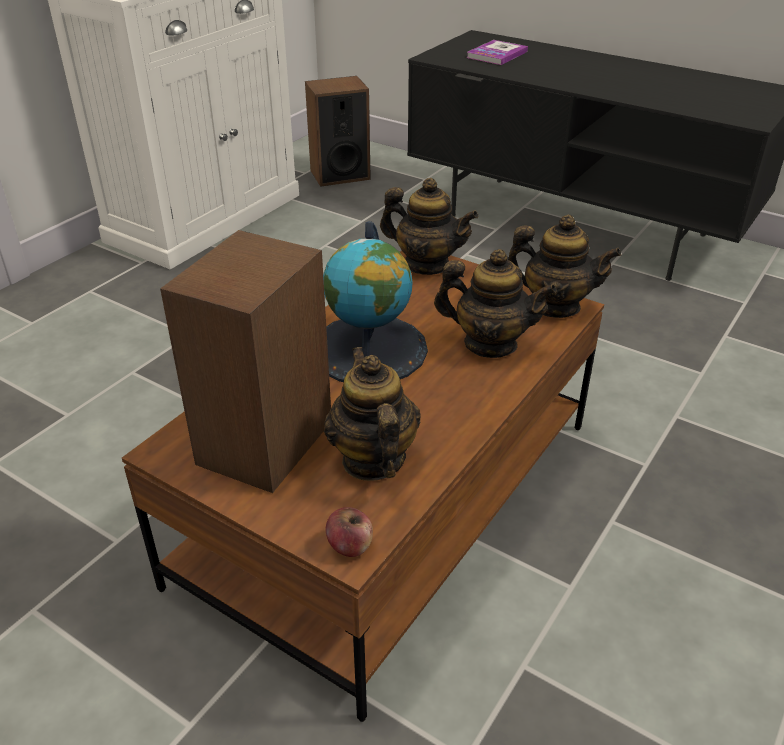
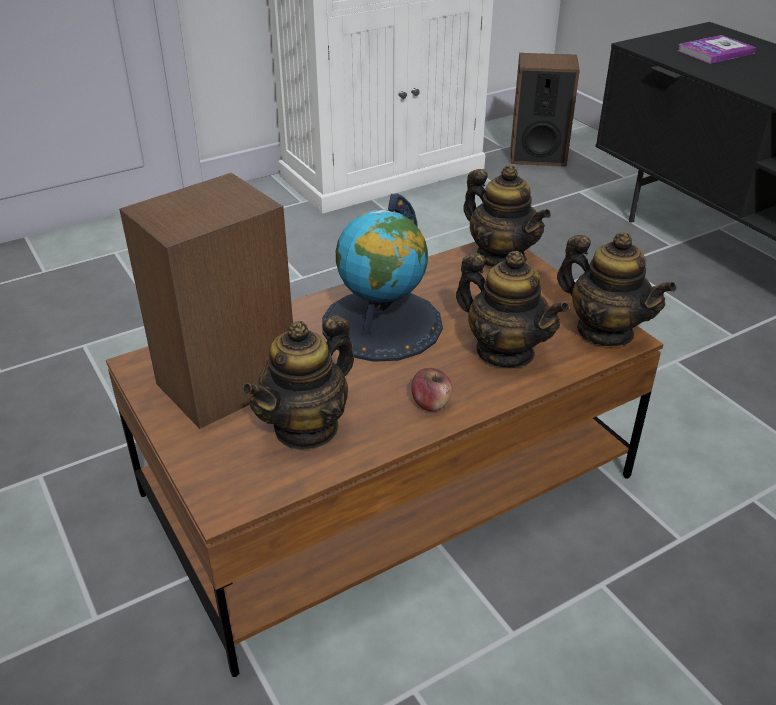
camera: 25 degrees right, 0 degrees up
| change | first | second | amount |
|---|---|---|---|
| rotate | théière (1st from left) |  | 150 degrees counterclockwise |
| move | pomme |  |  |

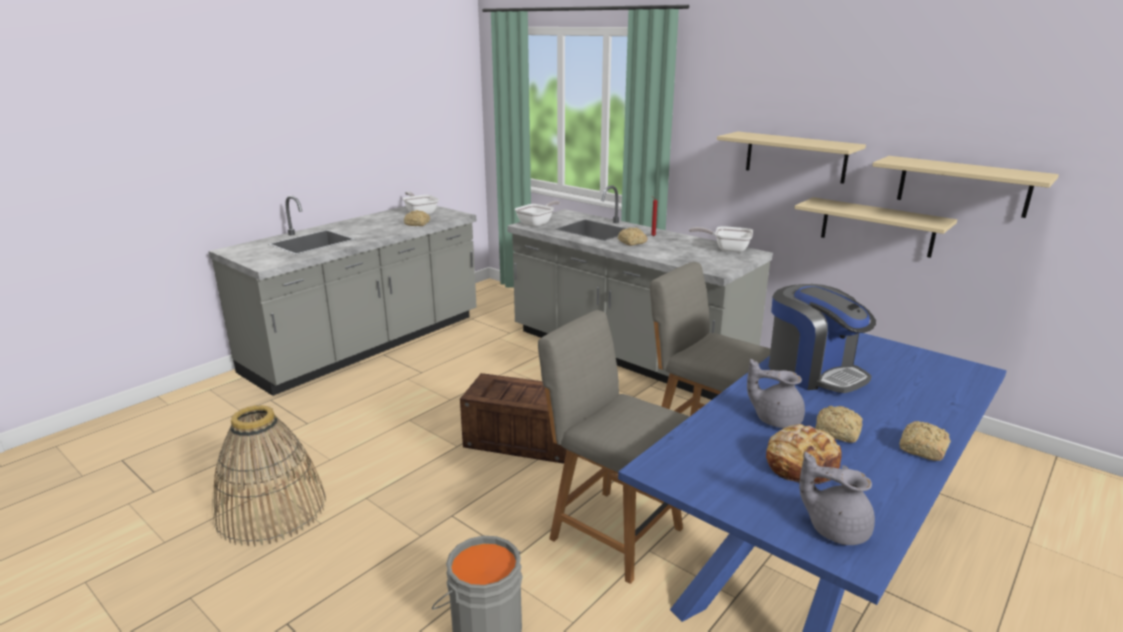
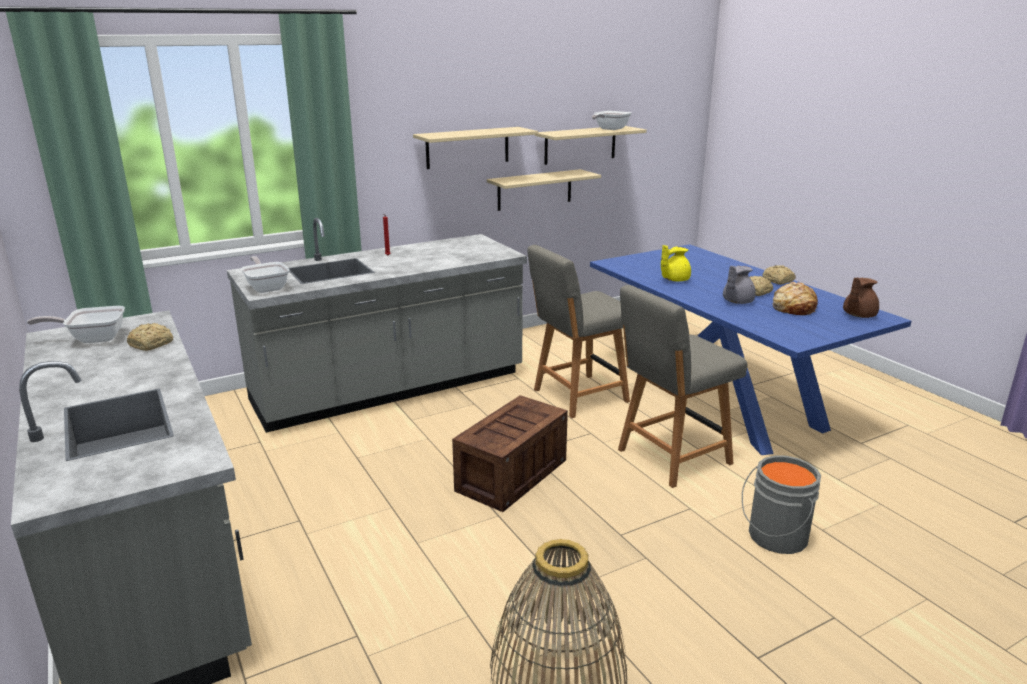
camera: 70 degrees left, 0 degrees up
| change | first | second | amount |
|---|---|---|---|
| move | poêle (3rd from left) |  |  |
| replace | machine à café | théière [jaune] |  |
| recolor | théière [gris] (2nd from left) | théière [marron] |  |
| delete | pain (2nd from left) |  |  |

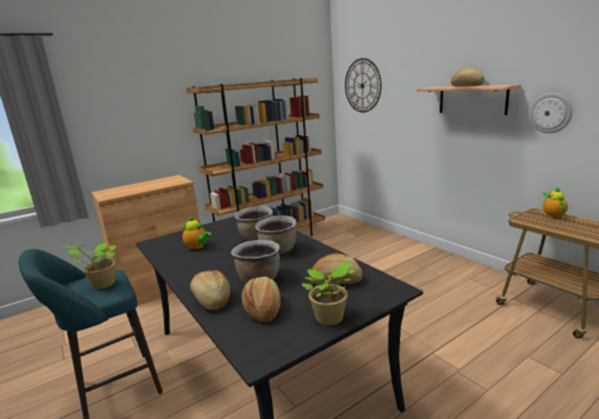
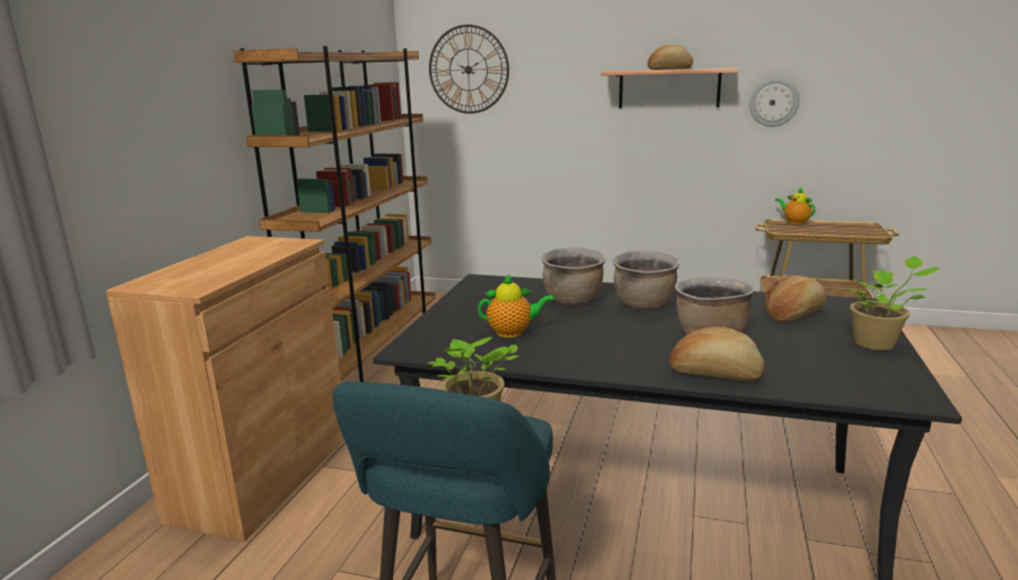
camera: 40 degrees left, 0 degrees up
| change | first | second | amount |
|---|---|---|---|
| delete | pain (2nd from left) |  |  |

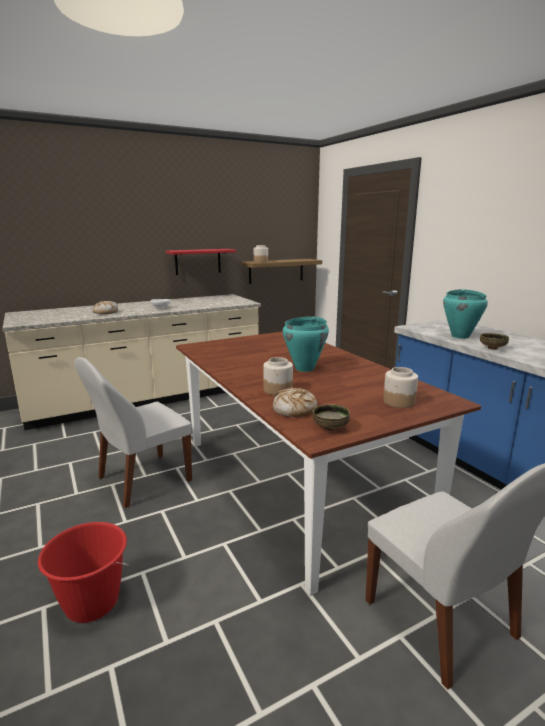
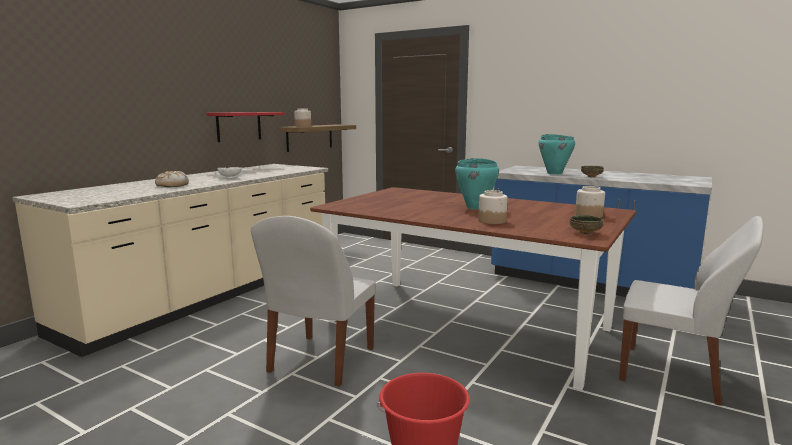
camera: 30 degrees left, 5 degrees down
| change | first | second | amount |
|---|---|---|---|
| delete | pain (2nd from left) |  |  |

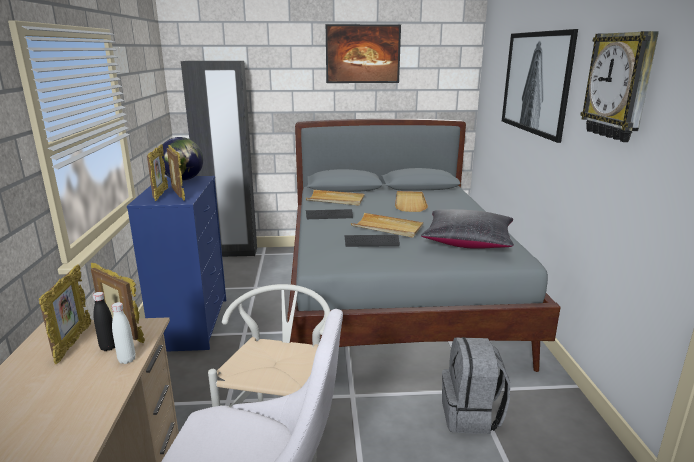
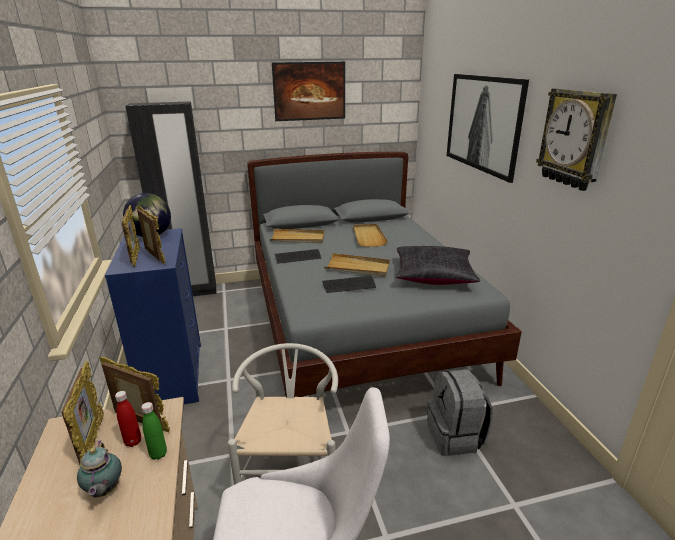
camera: 10 degrees left, 5 degrees up
| change | first | second | amount |
|---|---|---|---|
| insert |  | théière |  |
| recolor | bouteille [noir] | bouteille [rouge] |  |
| recolor | bouteille [blanc] | bouteille [vert] |  |

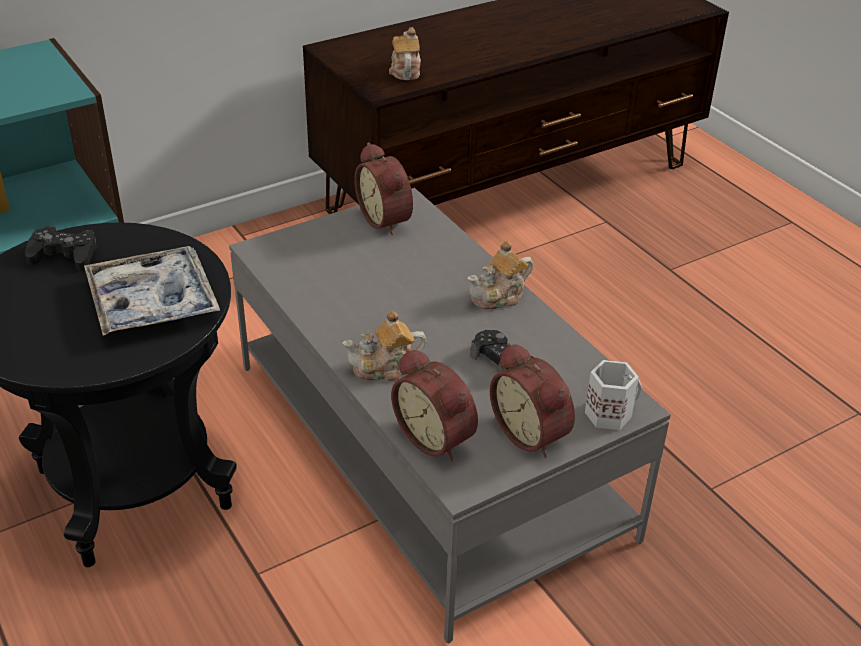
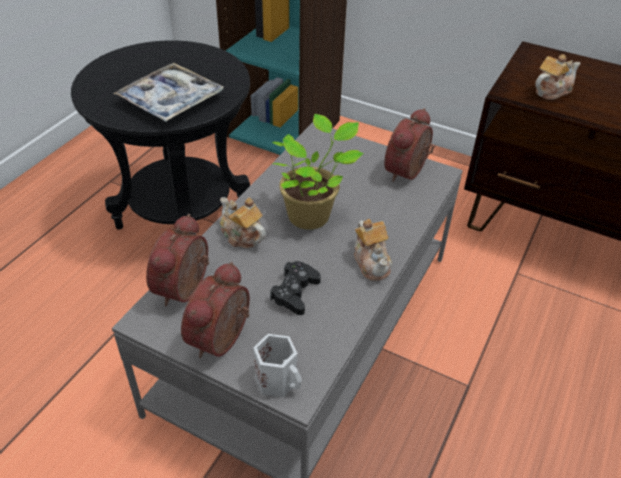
camera: 60 degrees right, 5 degrees up
| change | first | second | amount |
|---|---|---|---|
| insert |  | plante en pot |  |
| rotate | théière (3rd from left in the first image) | théière (2nd from left) | 135 degrees counterclockwise |
| delete | manette [noir] (1st from left) |  |  |

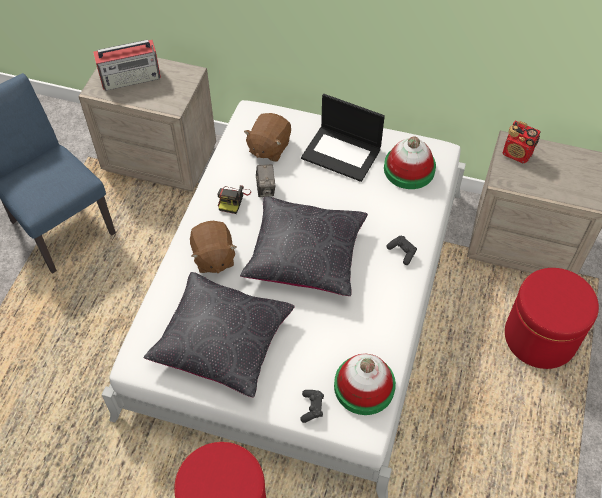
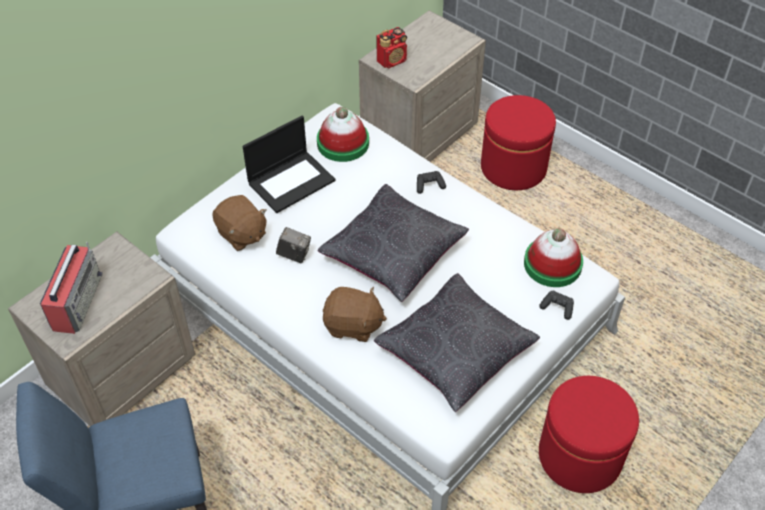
camera: 65 degrees left, 5 degrees down
| change | first | second | amount |
|---|---|---|---|
| delete | appareil photo (1st from left) |  |  |

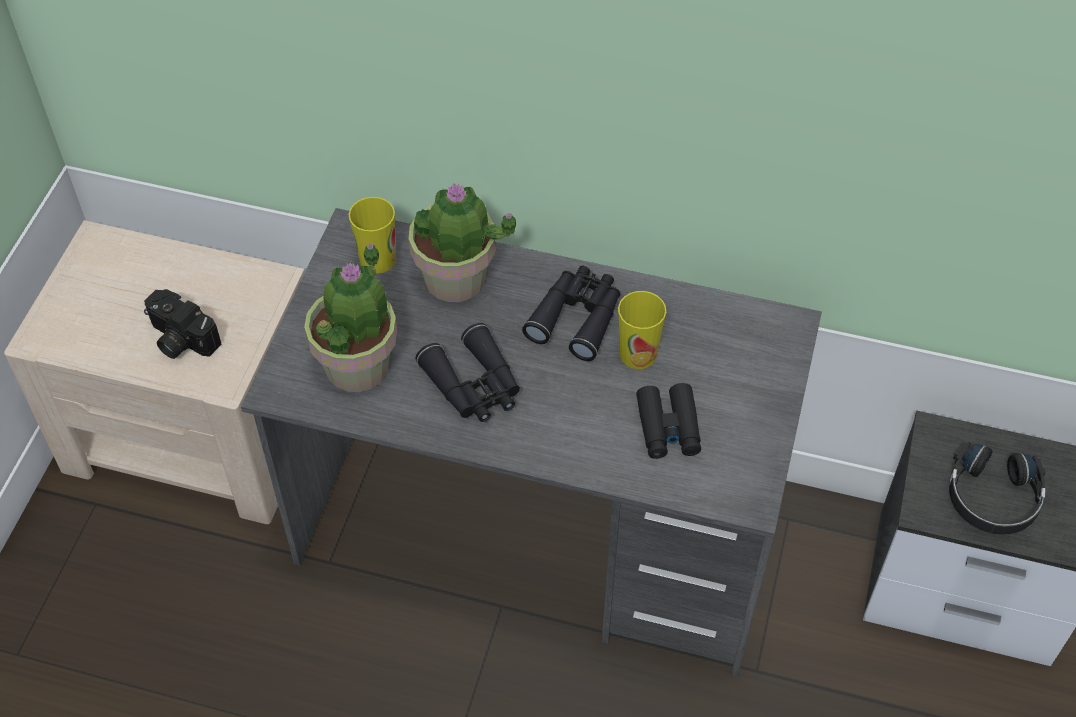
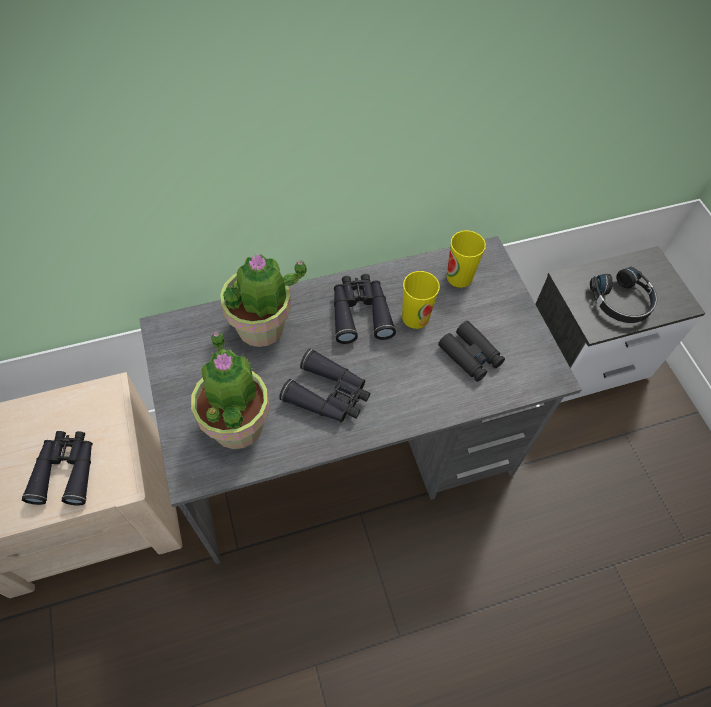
camera: 35 degrees left, 5 degrees up
| change | first | second | amount |
|---|---|---|---|
| replace | appareil photo | jumelles [noir] (1st from left) |  |
| move | tasse (1st from left in the first image) | tasse (2nd from left) |  |

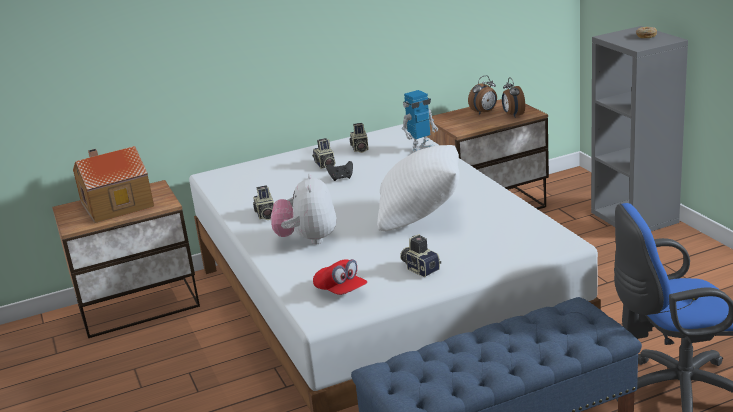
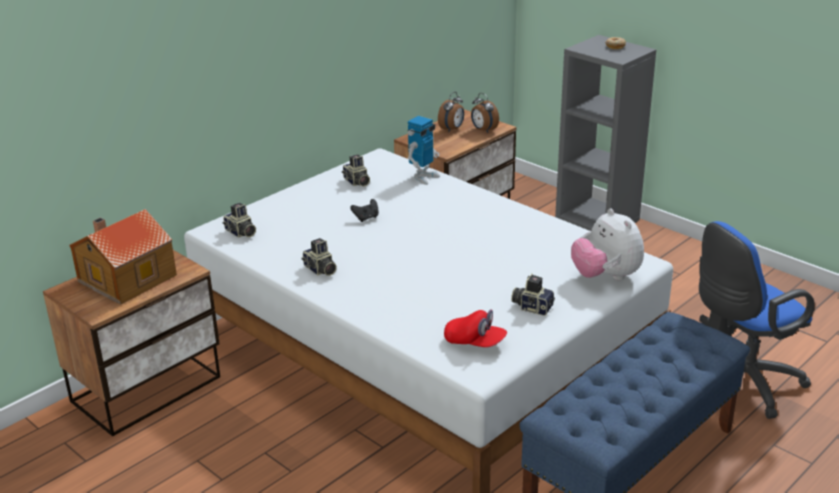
camera: 25 degrees left, 5 degrees up
| change | first | second | amount |
|---|---|---|---|
| move | appareil photo (2nd from left in the first image) | appareil photo (1st from left) |  |
| move | peluche |  |  |
| delete | coussin [blanc] |  |  |

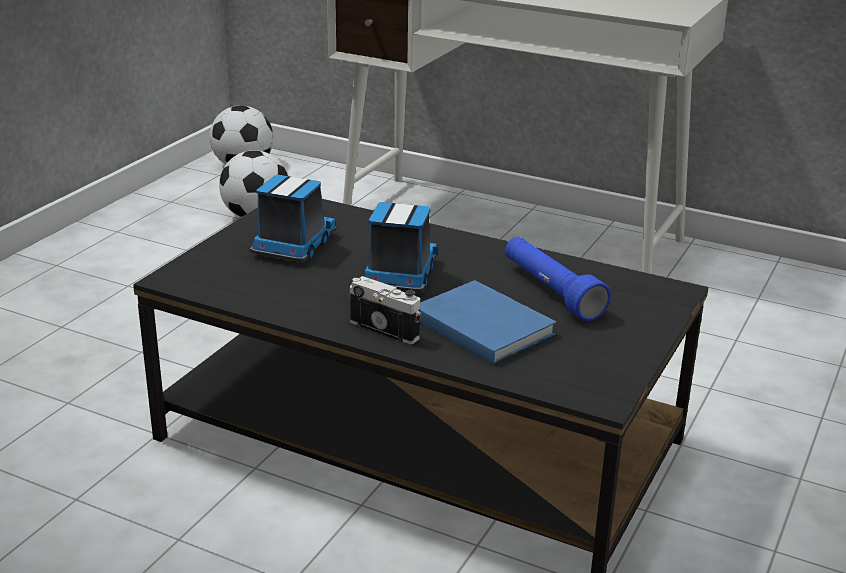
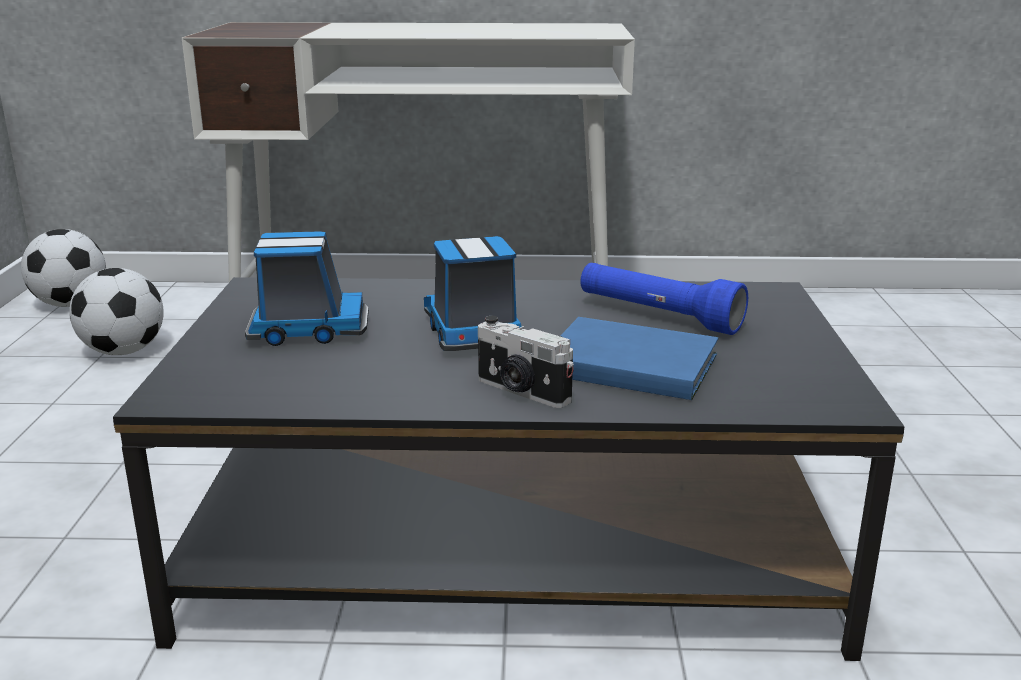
camera: 25 degrees left, 5 degrees down
| change | first | second | amount |
|---|---|---|---|
| rotate | camion jouet (1st from left) |  | 90 degrees clockwise |
| rotate | appareil photo |  | 150 degrees counterclockwise |

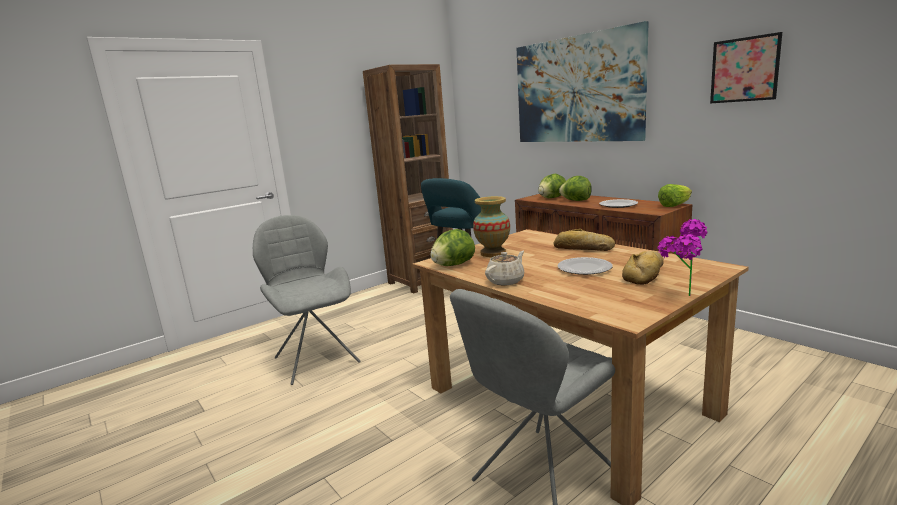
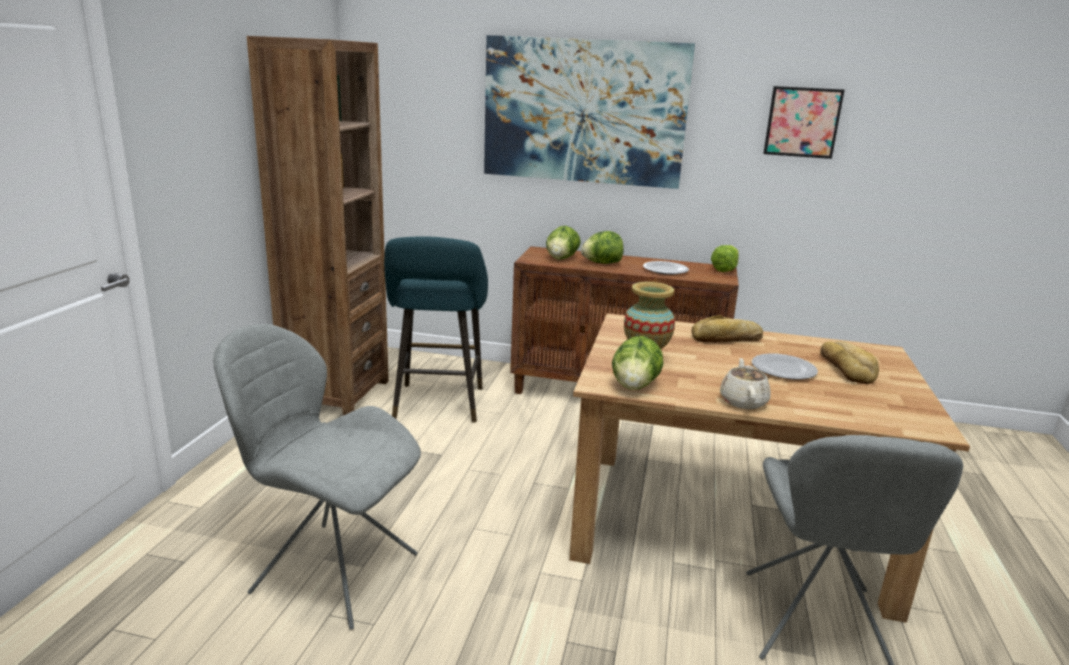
camera: 40 degrees left, 5 degrees up
| change | first | second | amount |
|---|---|---|---|
| delete | plante en pot |  |  |

